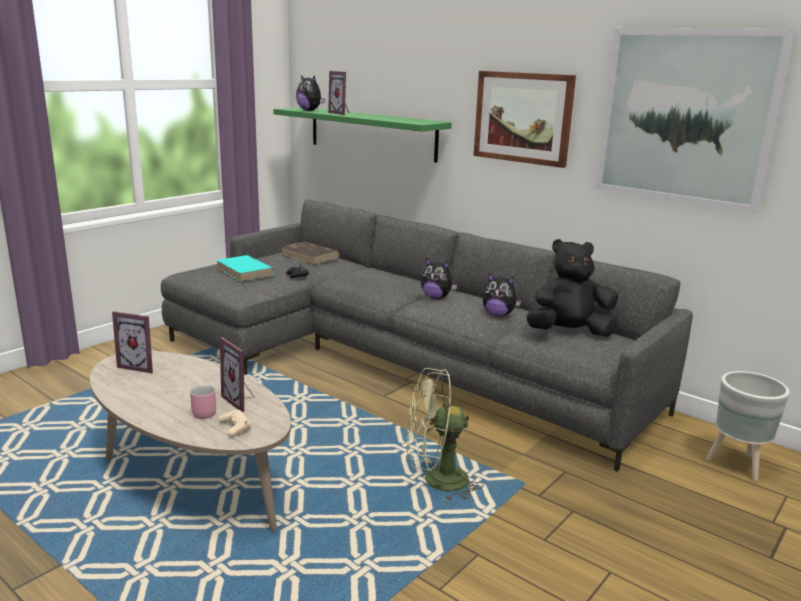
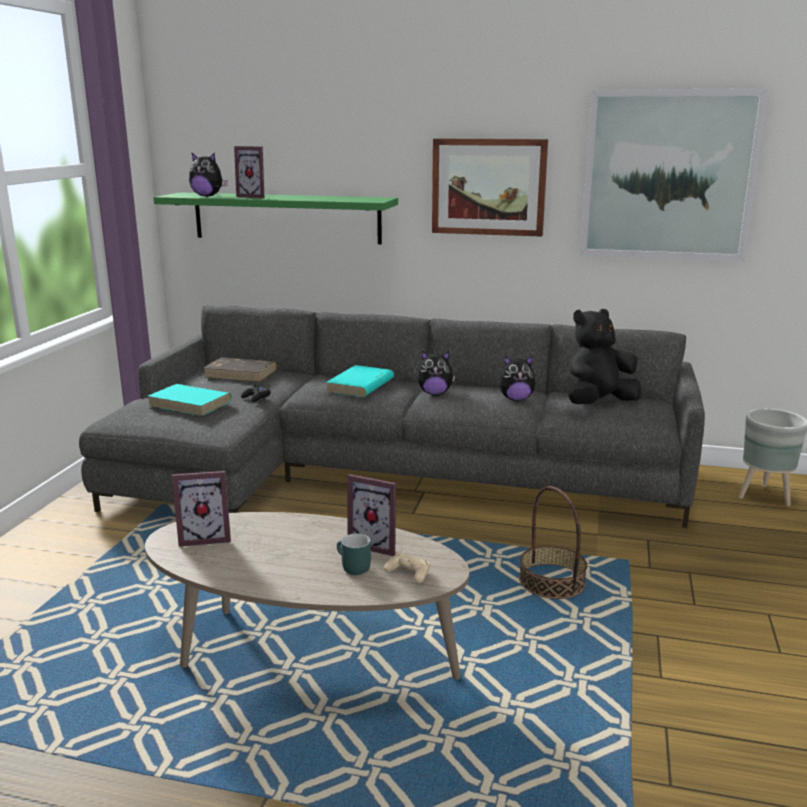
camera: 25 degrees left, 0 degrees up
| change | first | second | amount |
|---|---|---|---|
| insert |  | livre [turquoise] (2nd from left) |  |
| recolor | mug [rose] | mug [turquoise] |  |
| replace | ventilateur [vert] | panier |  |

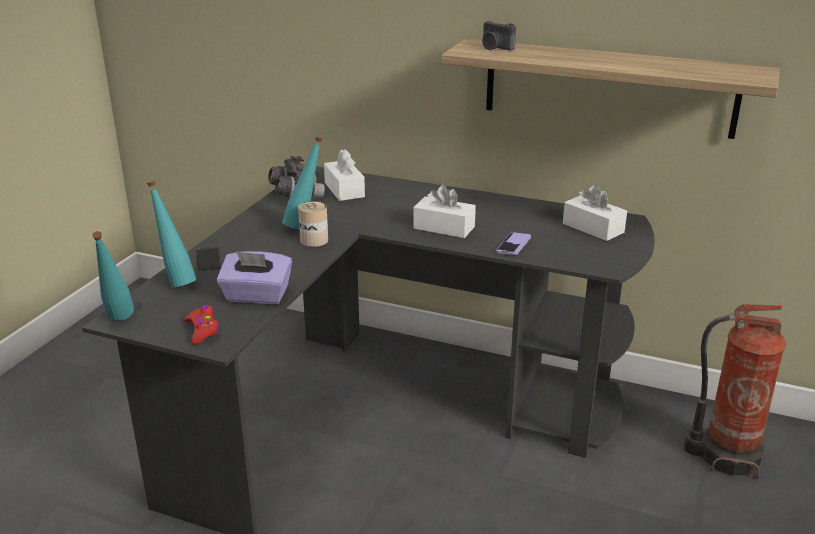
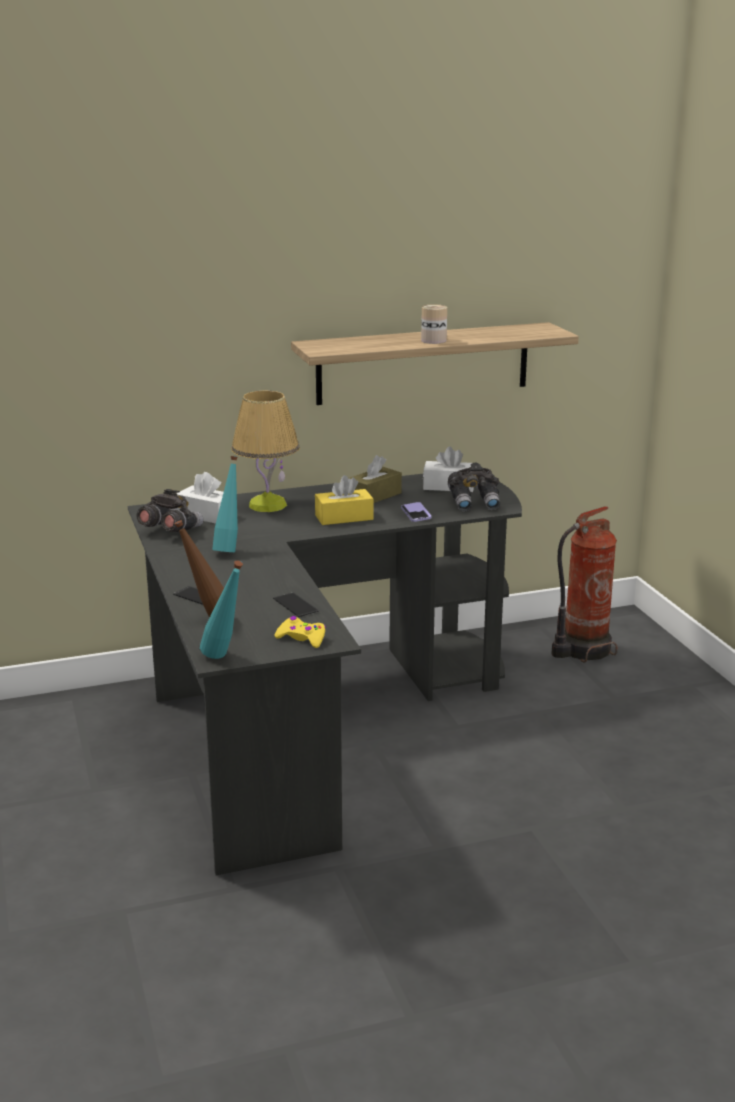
camera: 40 degrees left, 5 degrees down
| change | first | second | amount |
|---|---|---|---|
| recolor | bouteille [turquoise] (2nd from left) | bouteille [marron] |  |
| insert |  | lampe de table |  |
| replace | boîte à mouchoirs [violet] | téléphone (2nd from left) |  |
| recolor | manette [rouge] | manette [jaune] |  |
| recolor | boîte à mouchoirs [blanc] (2nd from left) | boîte à mouchoirs [jaune] |  |
| insert |  | boîte à mouchoirs [marron] |  |
| move | boîte métallique |  |  |
| insert |  | jumelles [gris] (2nd from left) |  |
| delete | appareil photo |  |  |

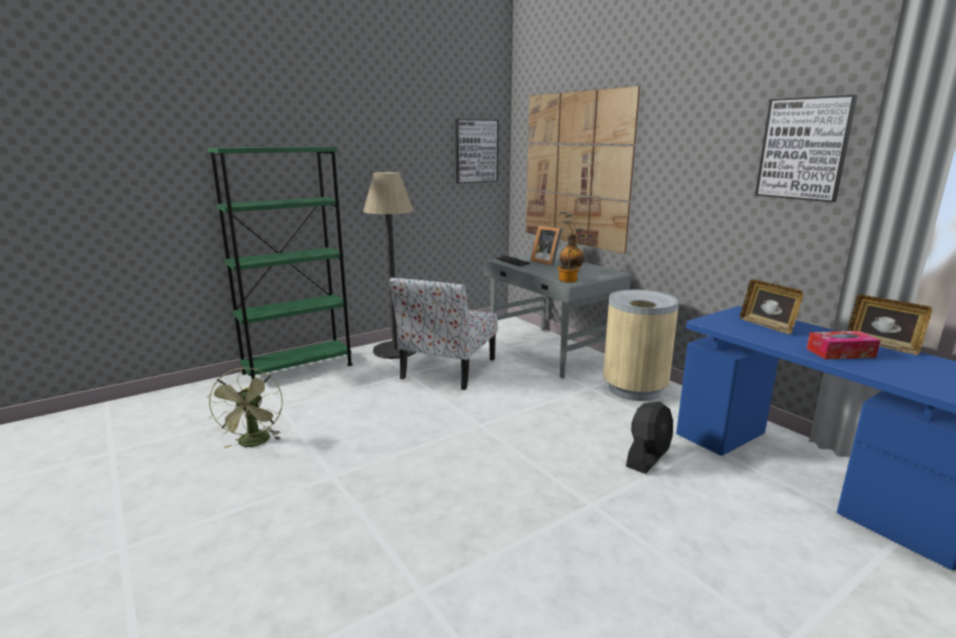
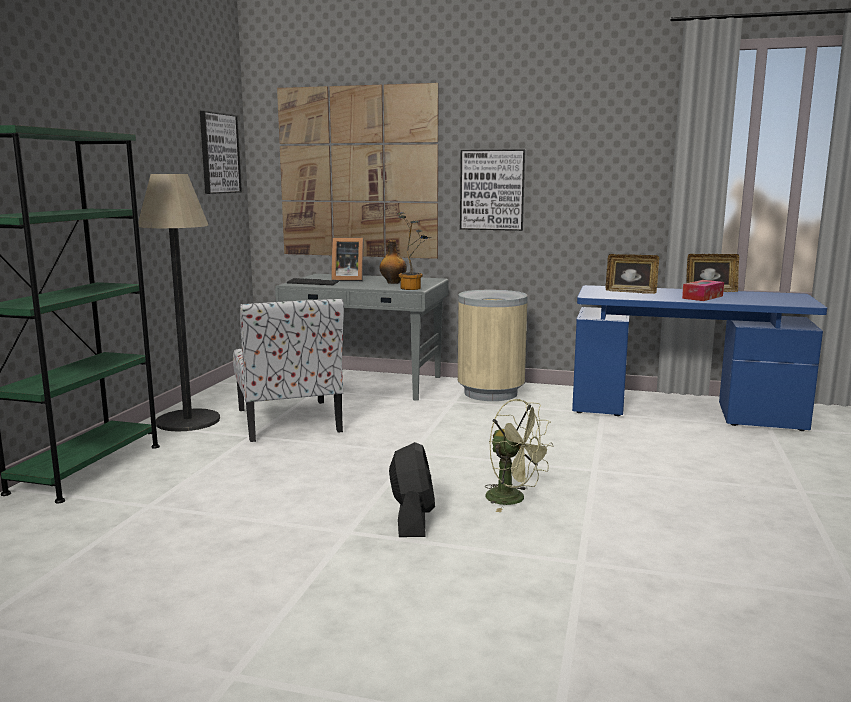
camera: 40 degrees left, 5 degrees down
| change | first | second | amount |
|---|---|---|---|
| move | ventilateur [noir] |  |  |
| move | tableau (3rd from left) |  |  |
| move | ventilateur [vert] |  |  |

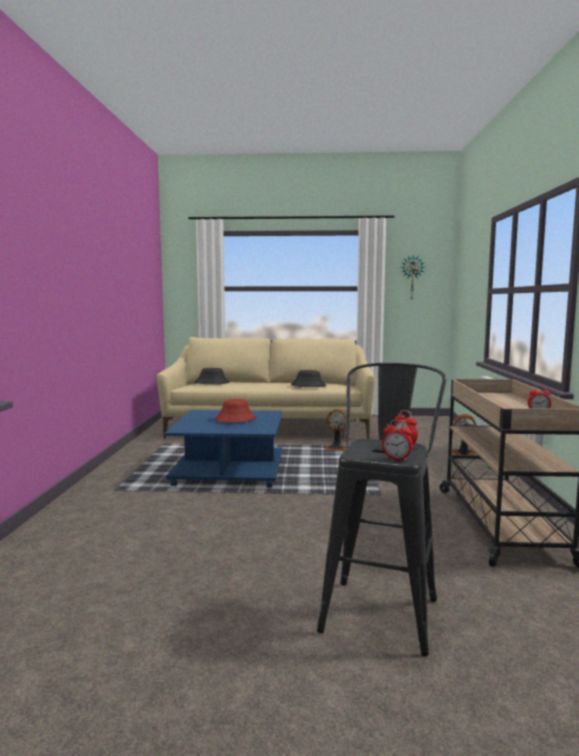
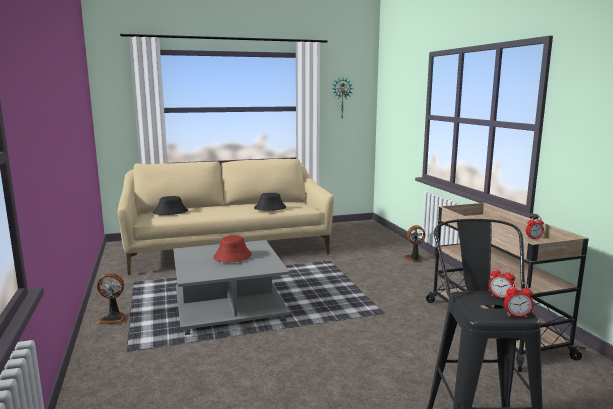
camera: 20 degrees left, 5 degrees up
| change | first | second | amount |
|---|---|---|---|
| move | ventilateur (1st from left) |  |  |
| recolor | table basse [bleu] | table basse [gris] |  |

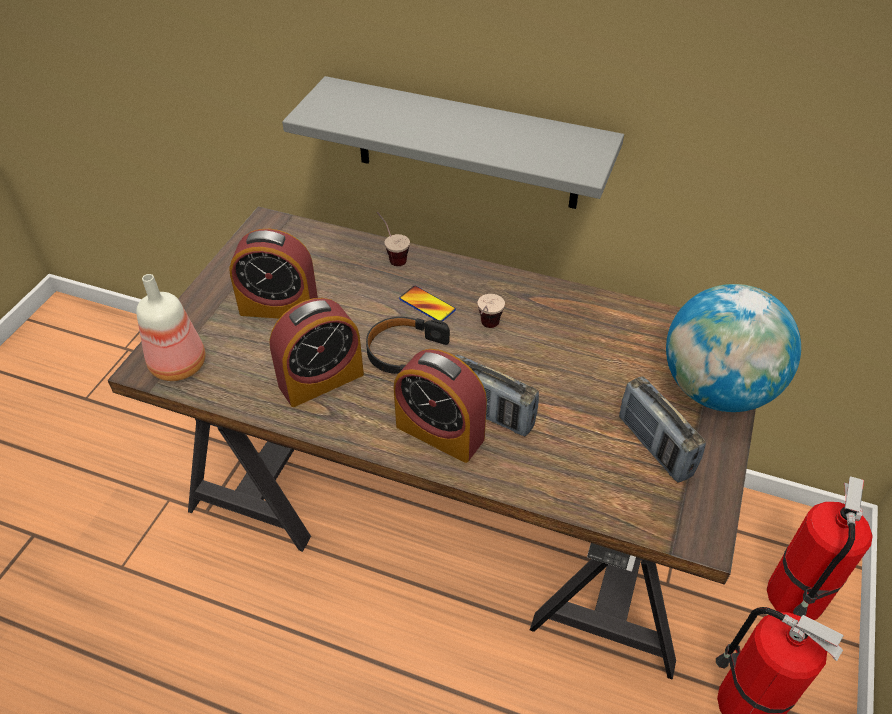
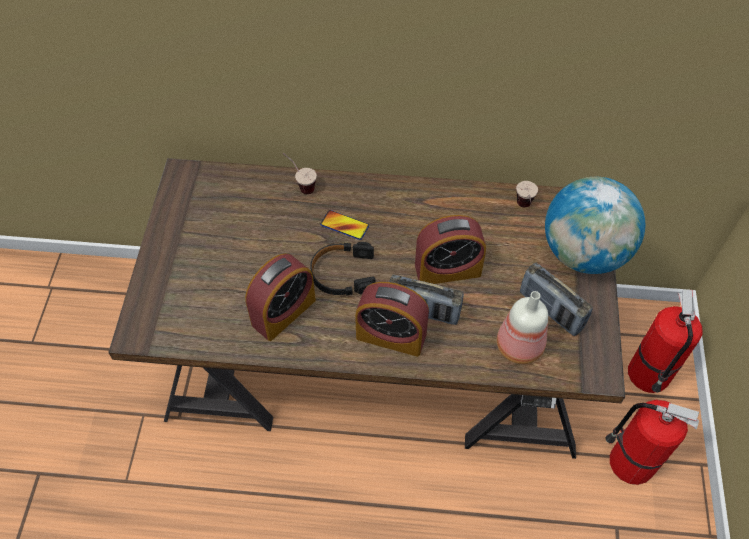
camera: 15 degrees left, 10 degrees up
| change | first | second | amount |
|---|---|---|---|
| move | réveil (1st from left in the first image) | réveil (3rd from left) |  |
| move | bouteille |  |  |
| move | tasse (2nd from left) |  |  |
| delete | étagère [gris] |  |  |

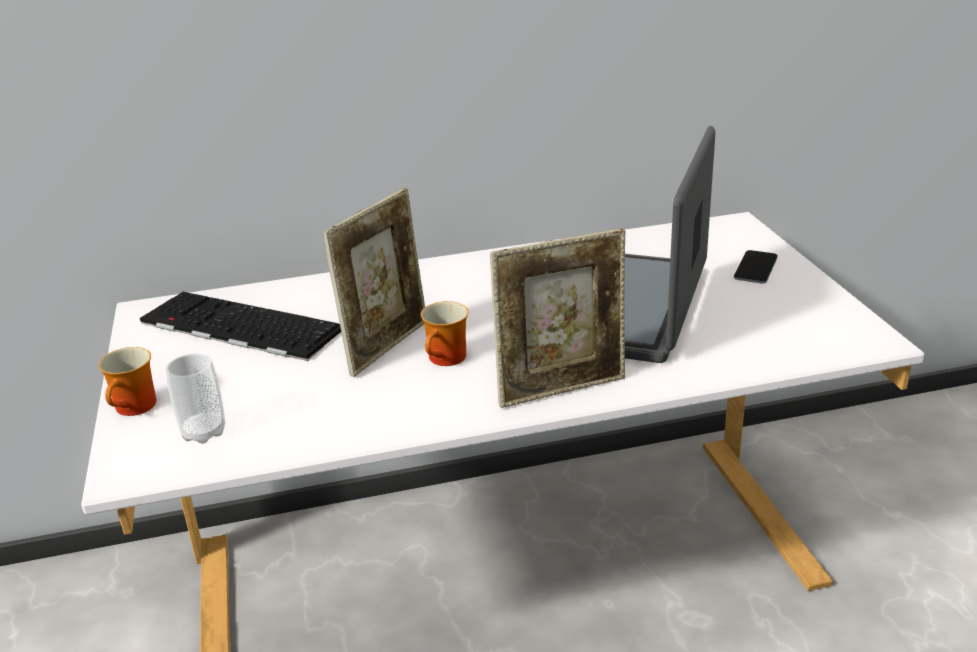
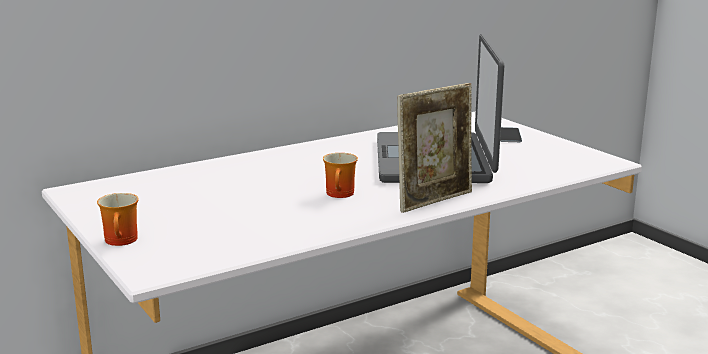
camera: 20 degrees left, 10 degrees down
| change | first | second | amount |
|---|---|---|---|
| delete | clavier |  |  |
| delete | tasse |  |  |
| delete | cadre photo (1st from left) |  |  |

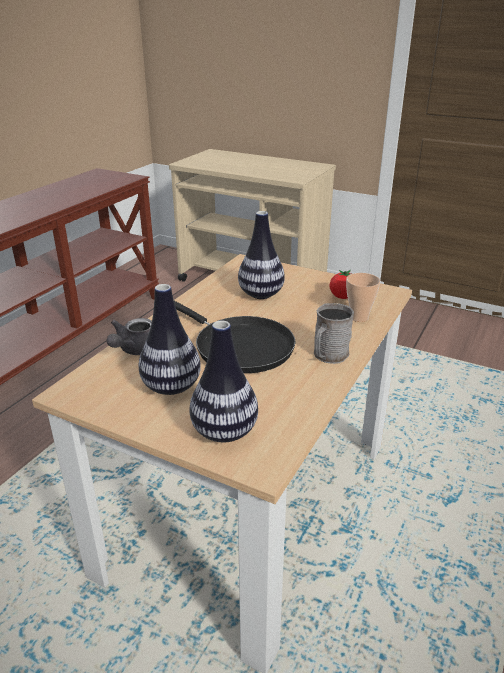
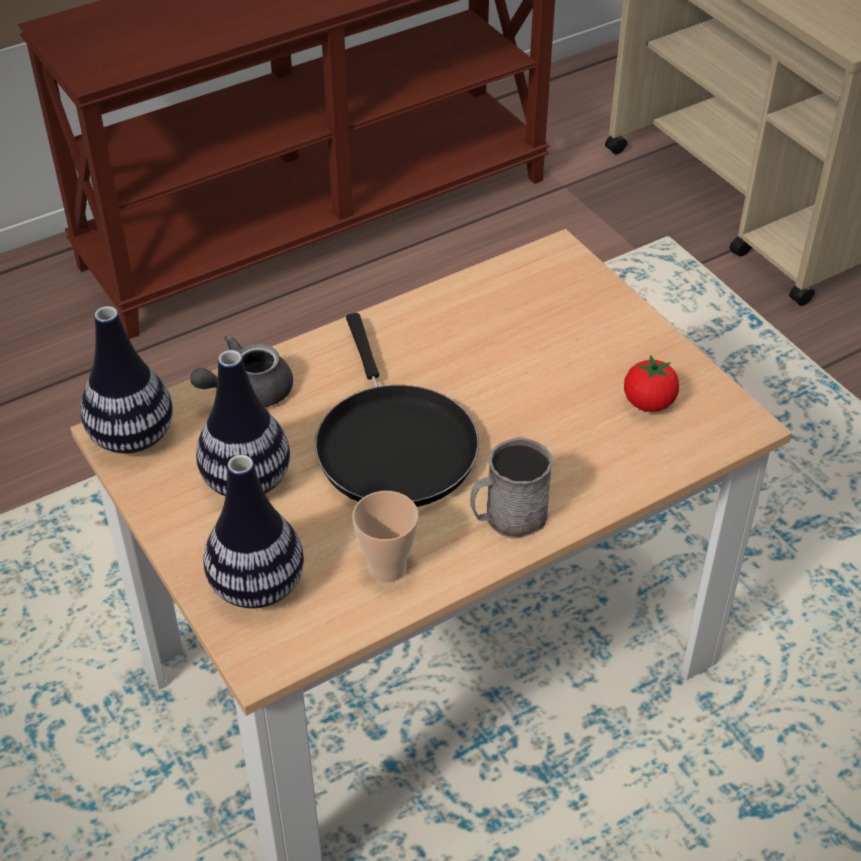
camera: 30 degrees right, 15 degrees up
| change | first | second | amount |
|---|---|---|---|
| move | vase (3rd from left in the first image) | vase (1st from left) |  |
| move | tasse |  |  |

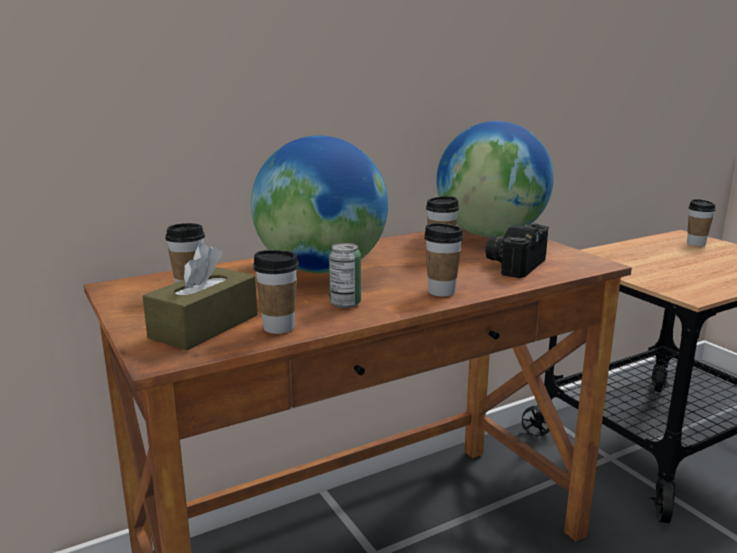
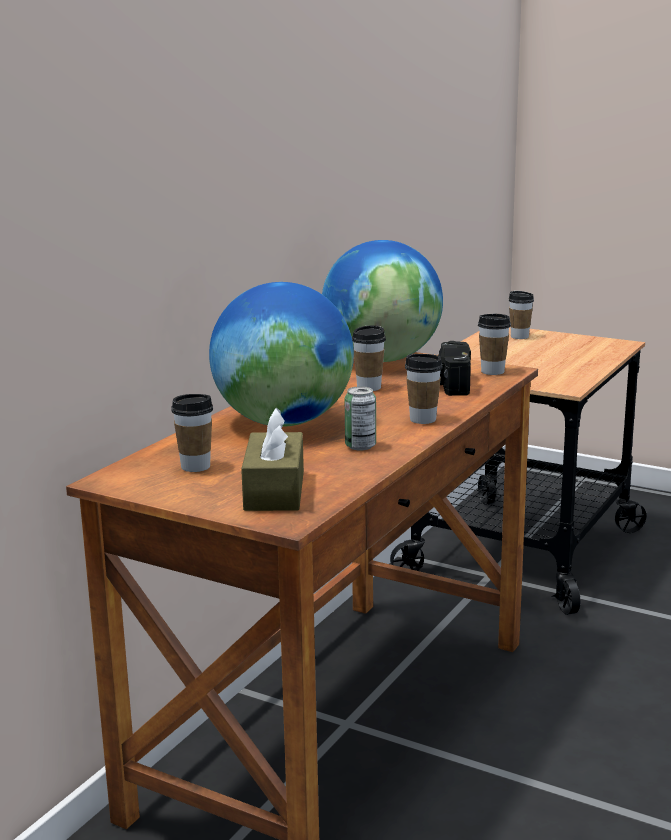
camera: 30 degrees left, 0 degrees up
| change | first | second | amount |
|---|---|---|---|
| move | tasse (2nd from left in the first image) | tasse (4th from left) |  |

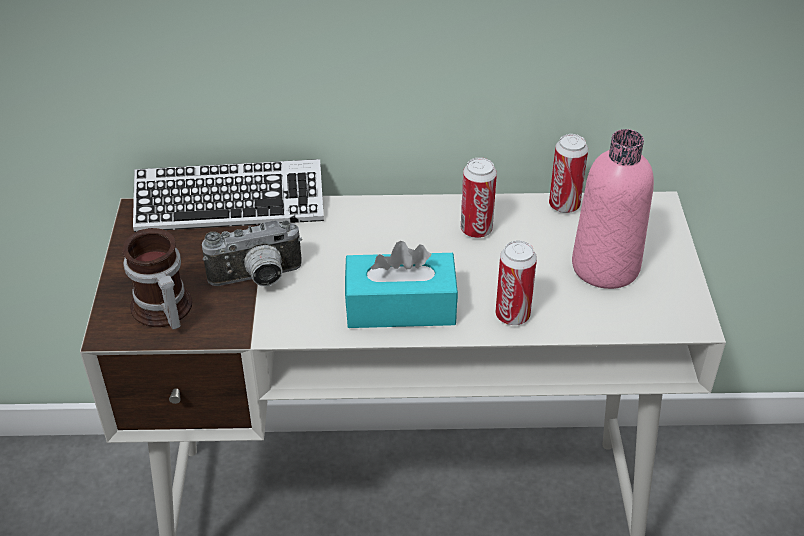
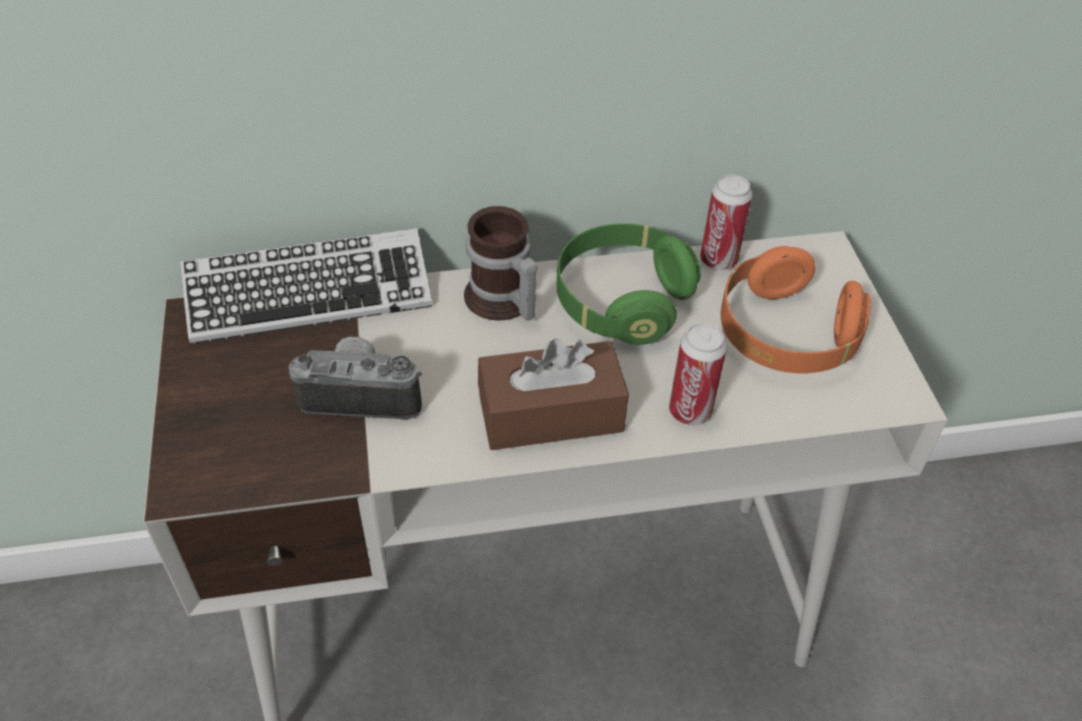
camera: 10 degrees left, 5 degrees up
| change | first | second | amount |
|---|---|---|---|
| rotate | appareil photo |  | 150 degrees counterclockwise |
| move | mug |  |  |
| recolor | boîte à mouchoirs [turquoise] | boîte à mouchoirs [marron] |  |
| replace | boîte métallique (1st from left) | casque audio [vert] |  |
| replace | bouteille [rose] | casque audio [orange] |  |

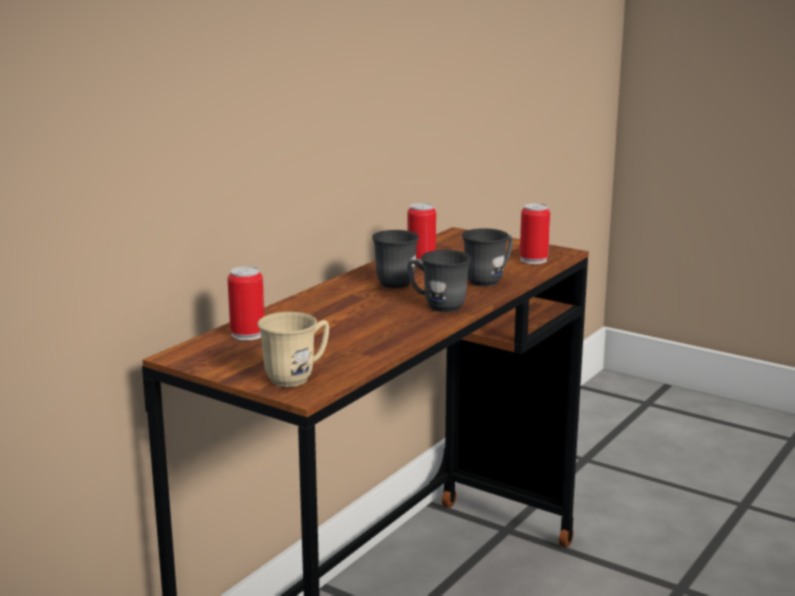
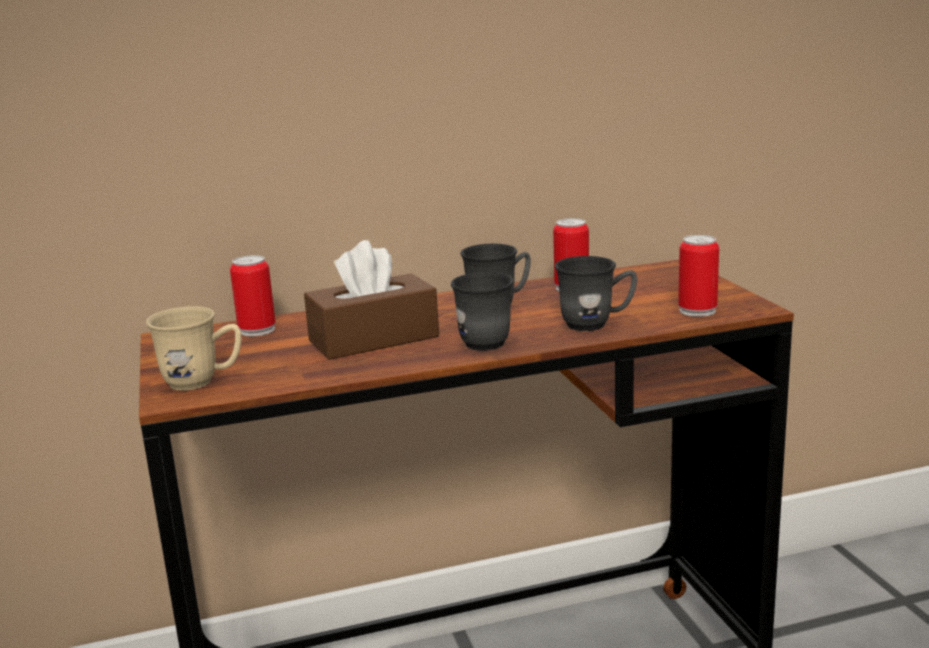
camera: 40 degrees right, 0 degrees up
| change | first | second | amount |
|---|---|---|---|
| insert |  | boîte à mouchoirs [marron] |  |

